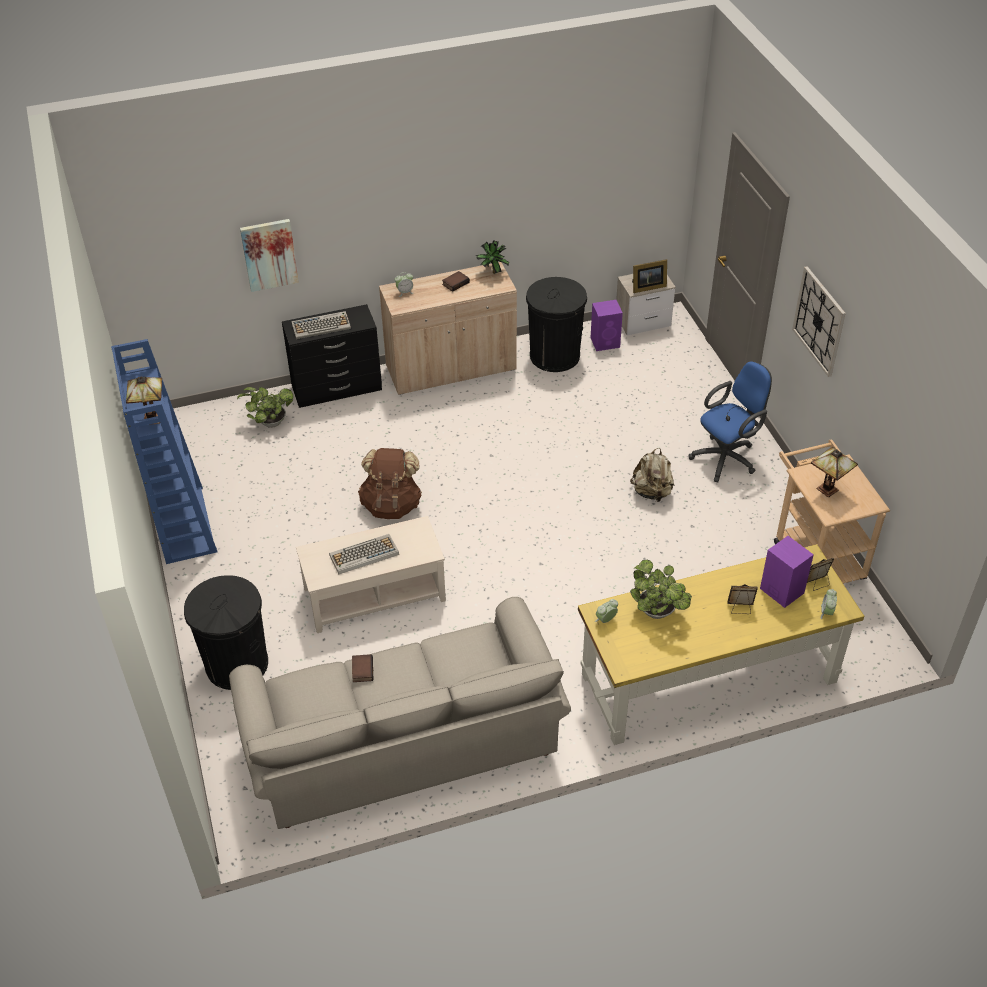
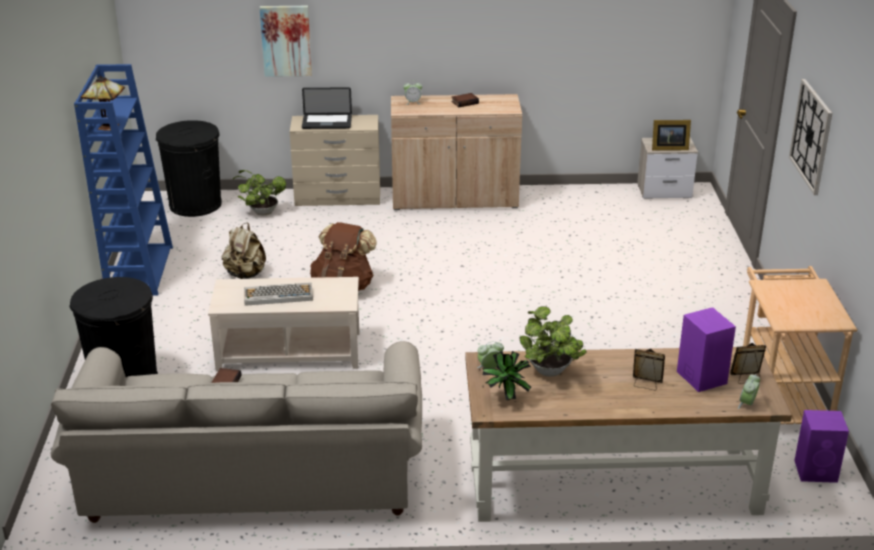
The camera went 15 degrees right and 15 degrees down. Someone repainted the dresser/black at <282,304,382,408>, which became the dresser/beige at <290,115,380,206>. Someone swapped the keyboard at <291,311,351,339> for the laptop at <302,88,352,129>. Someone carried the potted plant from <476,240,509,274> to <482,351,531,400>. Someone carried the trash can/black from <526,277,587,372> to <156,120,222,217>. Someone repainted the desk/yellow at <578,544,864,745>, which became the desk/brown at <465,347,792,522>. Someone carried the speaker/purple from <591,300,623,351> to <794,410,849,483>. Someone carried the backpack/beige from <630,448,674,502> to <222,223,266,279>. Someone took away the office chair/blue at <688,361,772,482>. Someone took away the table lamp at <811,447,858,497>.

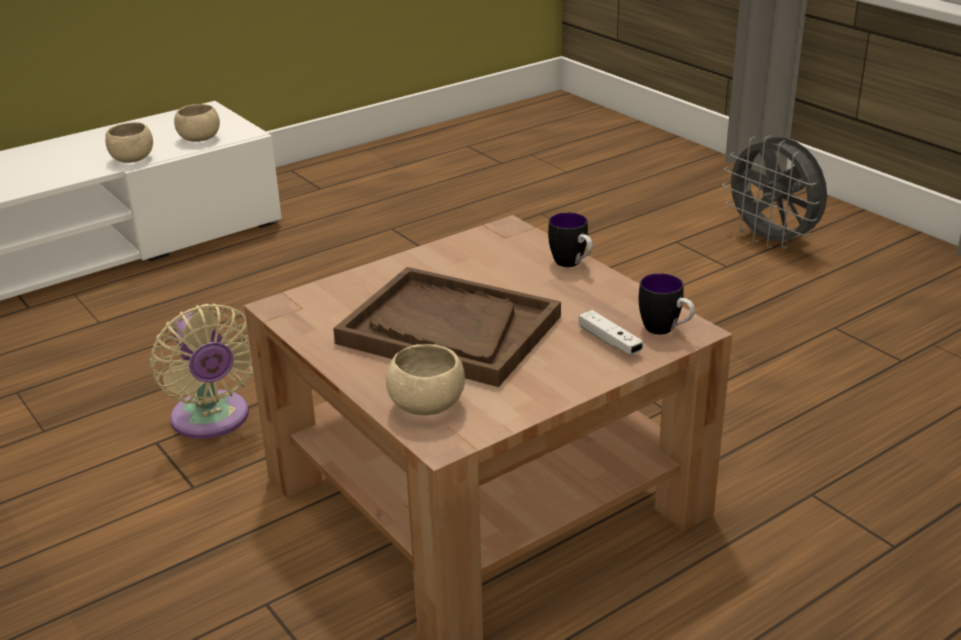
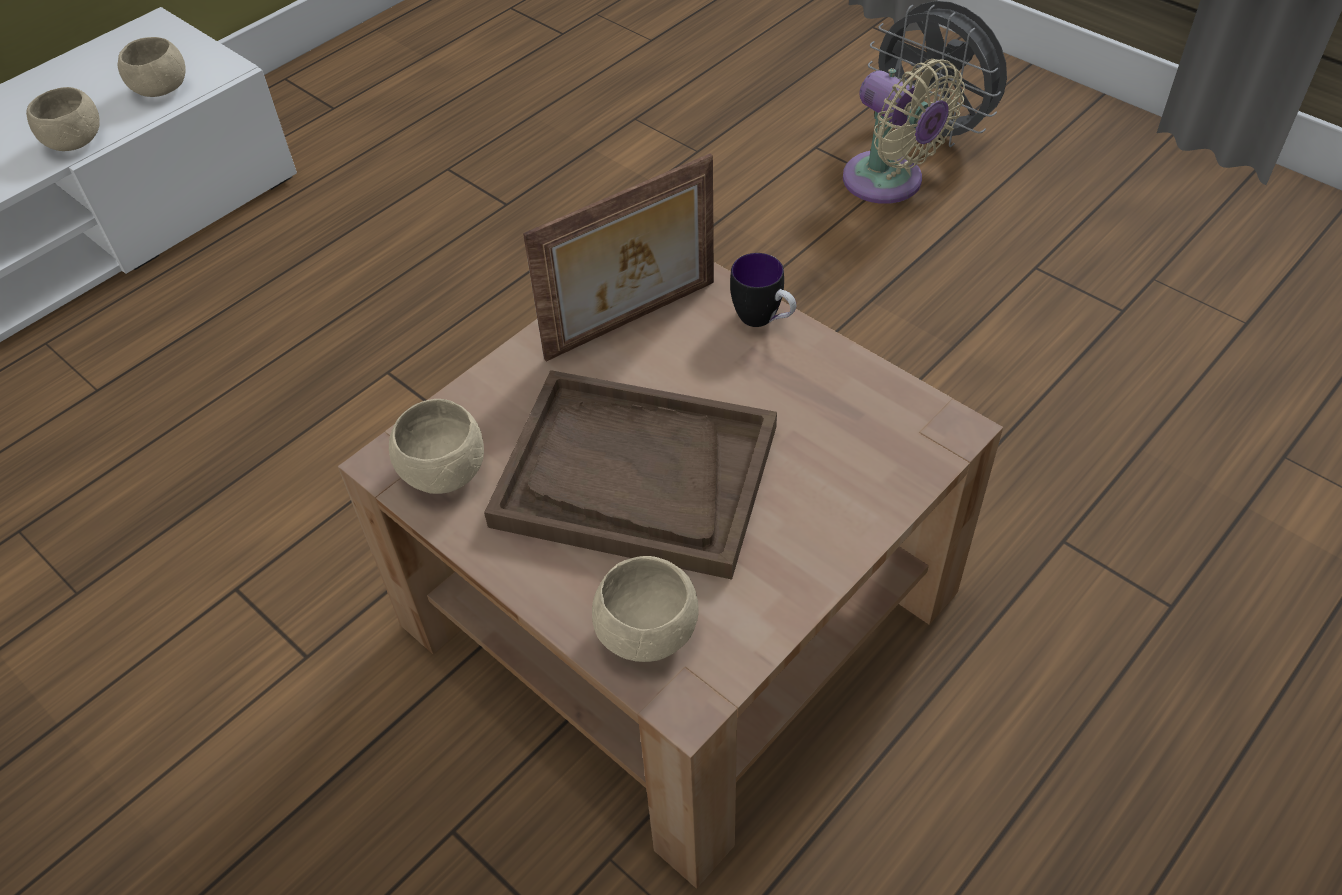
The camera went 10 degrees left and 20 degrees up. Someone carried the fan/beige from <150,303,254,439> to <843,59,965,204>. Someone took away the game controller/white at <579,310,643,355>. Someone took away the mug at <639,273,695,335>. Someone put down the bowl/beige at <389,399,484,494>. Someone put down the picture frame at <523,153,714,361>.

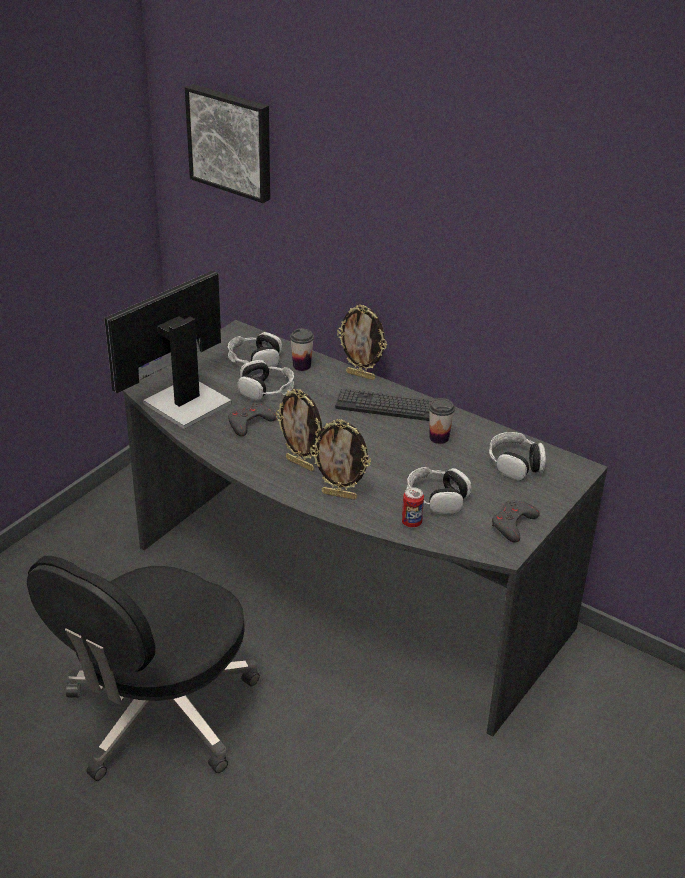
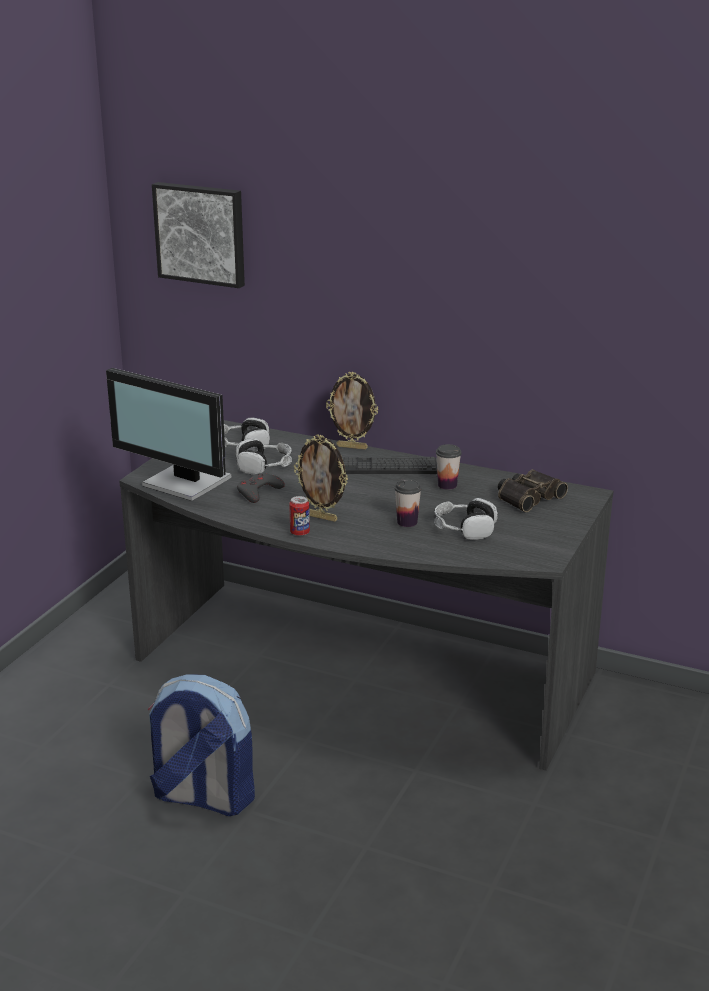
The camera went 10 degrees left and 10 degrees down. Someone swapped the office chair/black at <27,556,260,781> for the backpack at <148,674,255,816>. Someone rotated the monitor at <104,271,232,429> by 90 degrees counterclockwise. Someone carried the cup from <290,329,314,371> to <394,479,422,527>. Someone took away the picture frame at <310,419,371,500>. Someone carried the can from <402,487,424,528> to <289,496,310,536>. Someone swapped the headphones at <489,432,546,481> for the binoculars at <498,469,568,512>. Someone took away the game controller/grey at <492,500,540,543>.

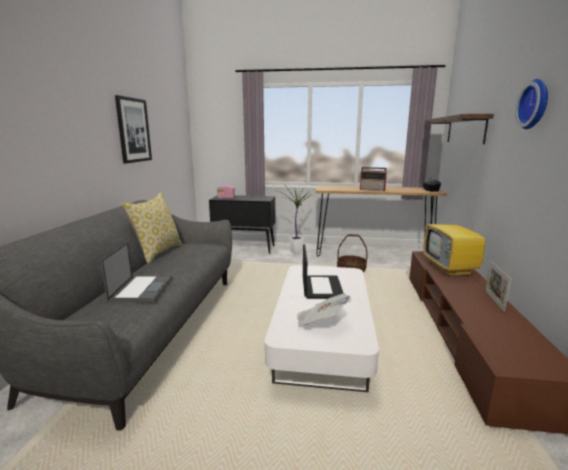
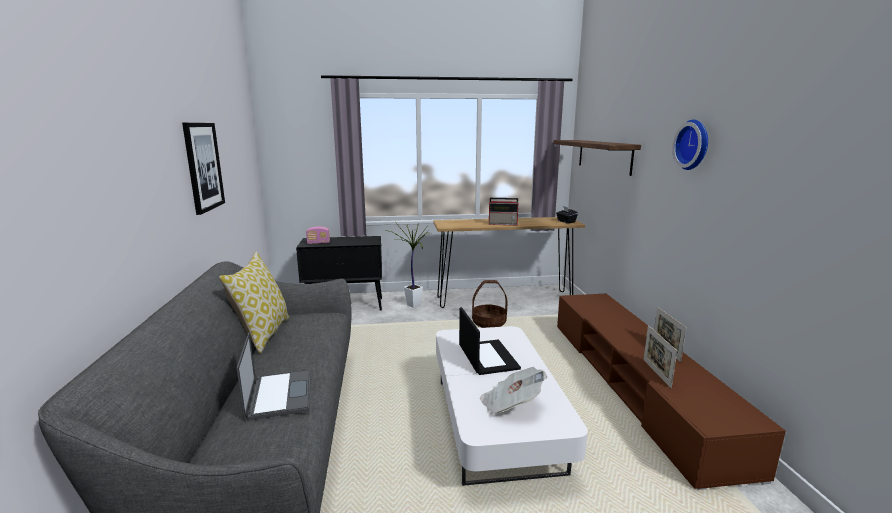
The camera went 15 degrees left and 0 degrees up. Someone took away the television at <423,209,486,276>. Someone put down the picture frame at <643,325,677,388>.

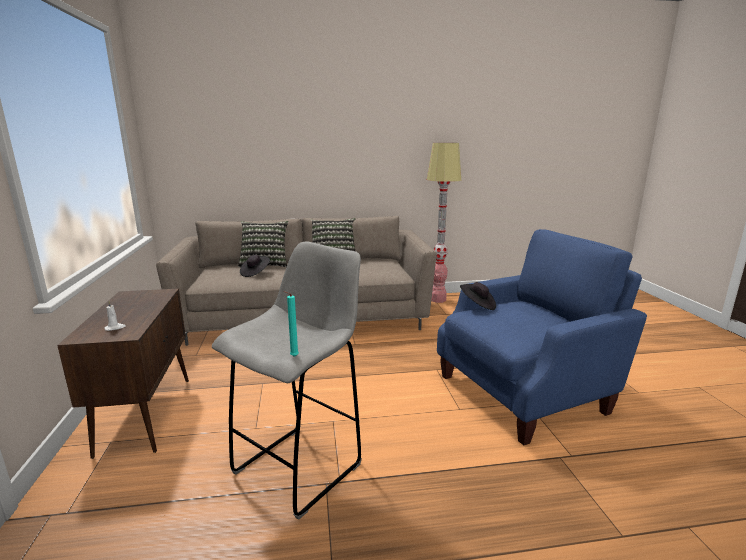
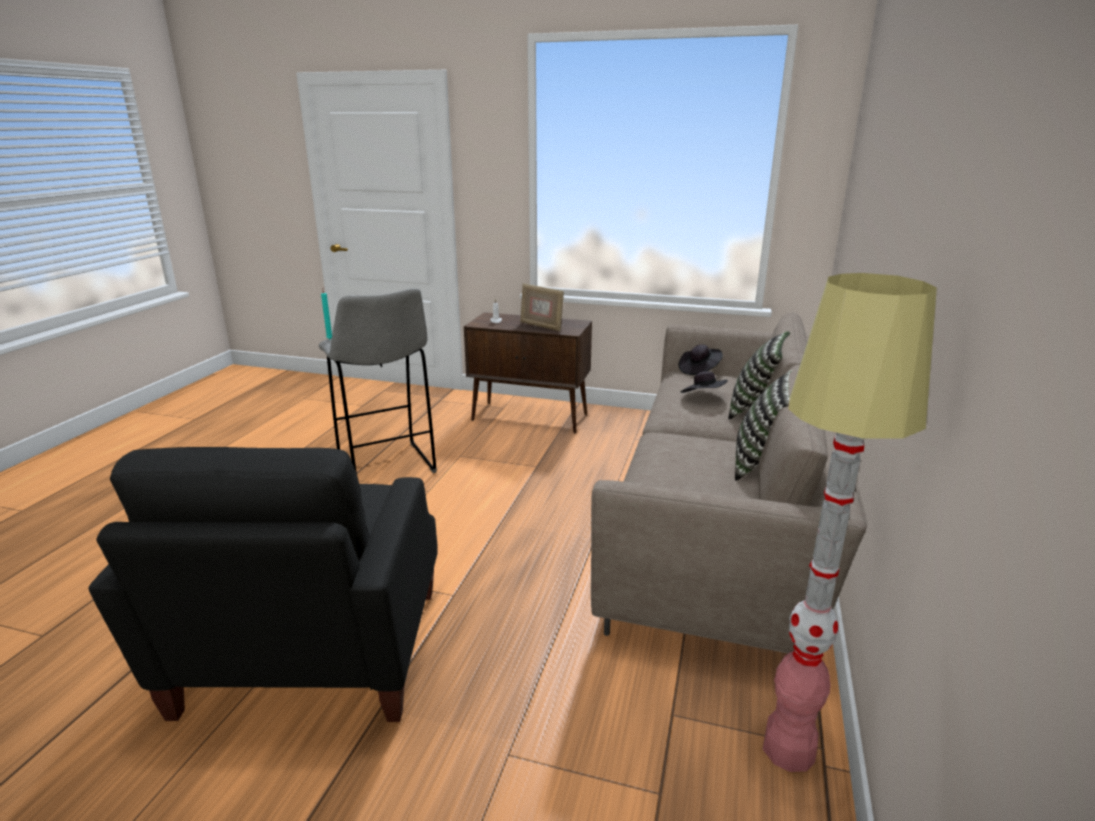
The camera went 115 degrees right and 5 degrees up. Someone repainted the armchair/blue at <437,229,647,446>, which became the armchair/black at <89,447,438,722>. Someone carried the hat/black from <460,282,496,310> to <678,344,723,375>. Someone put down the picture frame at <520,283,564,331>.

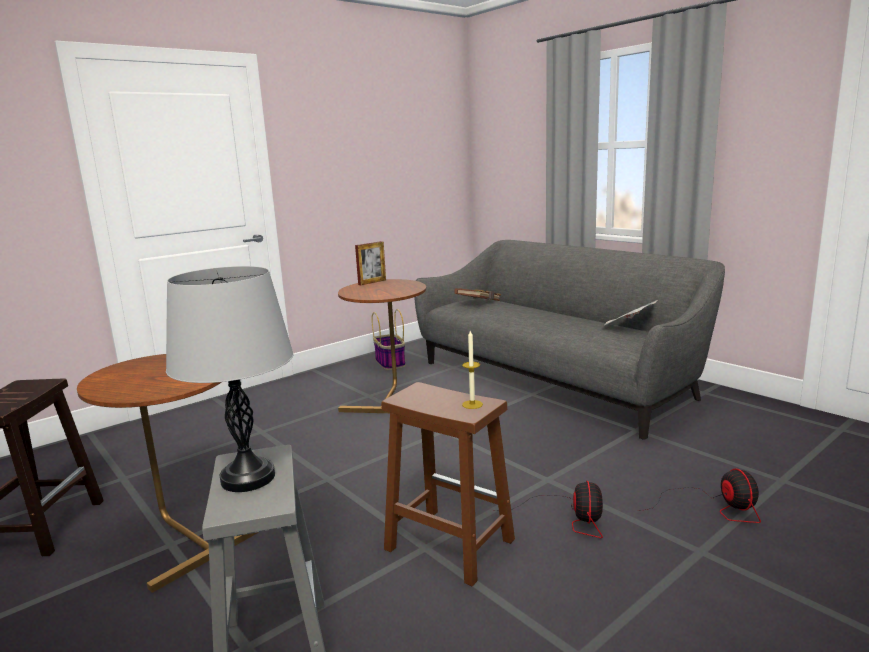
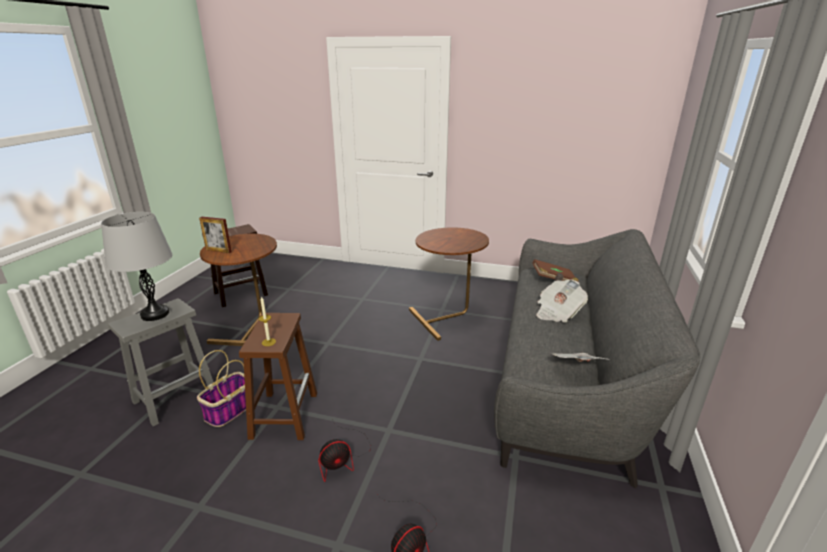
The camera went 55 degrees right and 10 degrees up. Someone carried the picture frame from <355,241,386,285> to <199,217,232,253>. Someone carried the basket from <372,309,405,370> to <197,350,246,427>. Someone put down the newspaper at <536,280,588,323>.

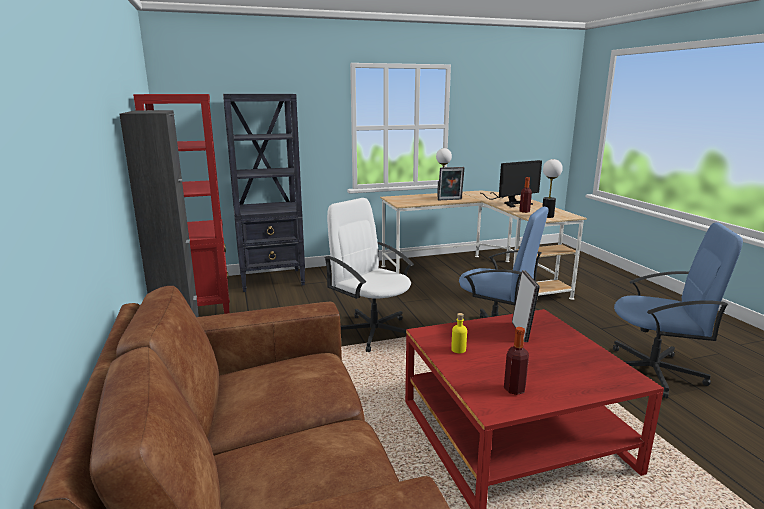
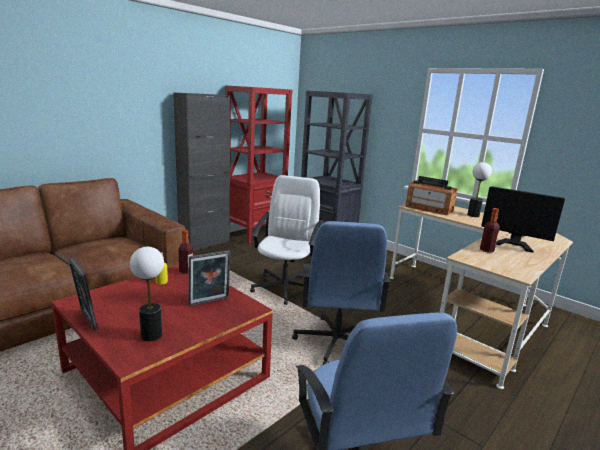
The camera went 60 degrees right and 0 degrees up. Someone carried the picture frame from <438,167,465,200> to <69,258,98,330>. Someone carried the bottle from <504,327,529,395> to <178,230,193,274>. Someone carried the table lamp from <542,159,563,218> to <130,247,164,341>. Someone put down the radio at <405,176,457,215>.

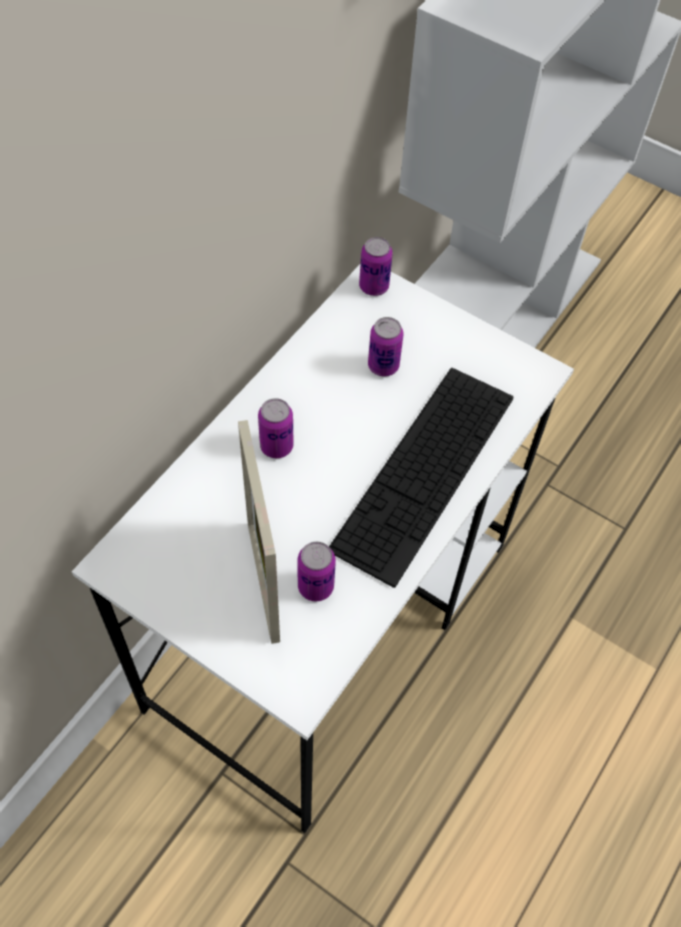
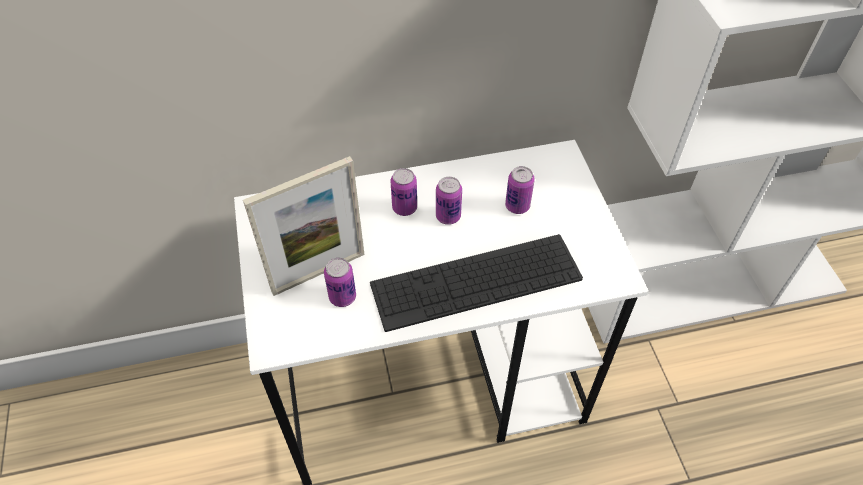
The camera went 45 degrees right and 5 degrees down. Someone rotated the picture frame at <238,420,280,644> by 150 degrees counterclockwise. Someone carried the can from <359,237,393,296> to <436,177,462,225>.

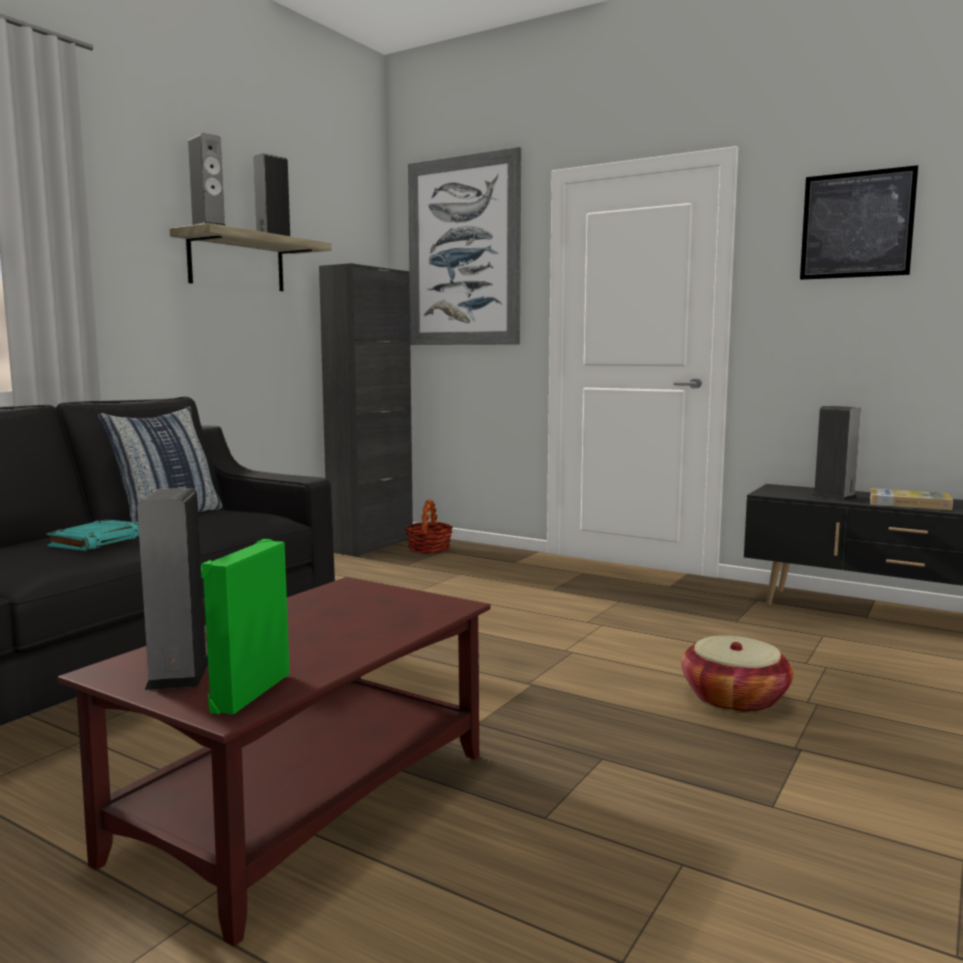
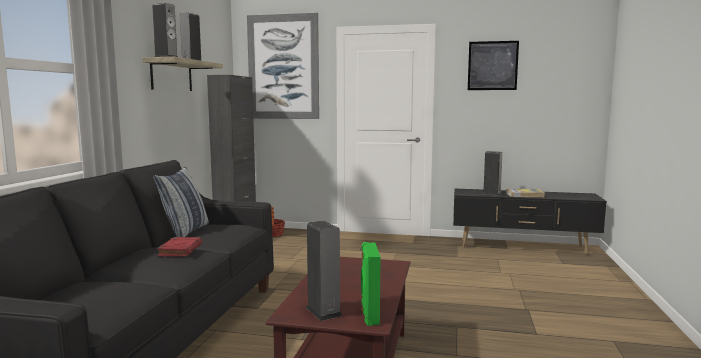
The camera went 20 degrees left and 0 degrees up. Someone repainted the book/turquoise at <47,519,139,551>, which became the book/red at <157,237,202,256>. Someone took away the basket at <681,635,793,713>.

